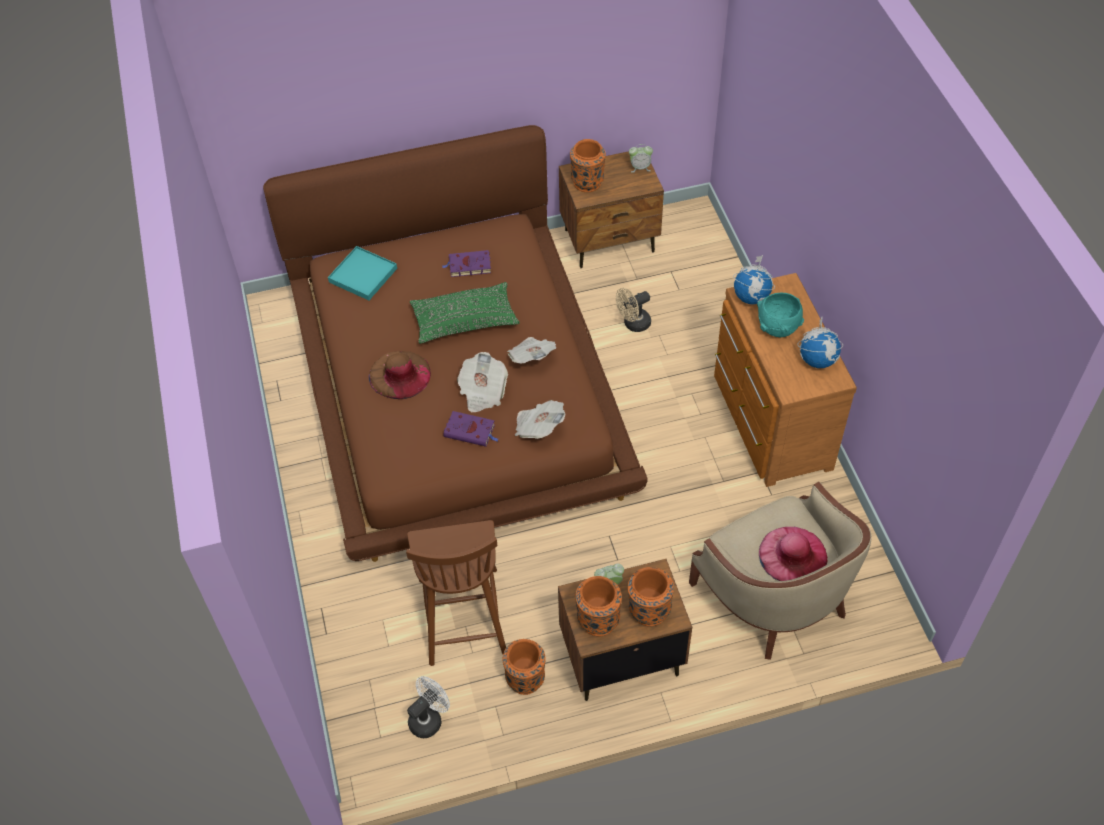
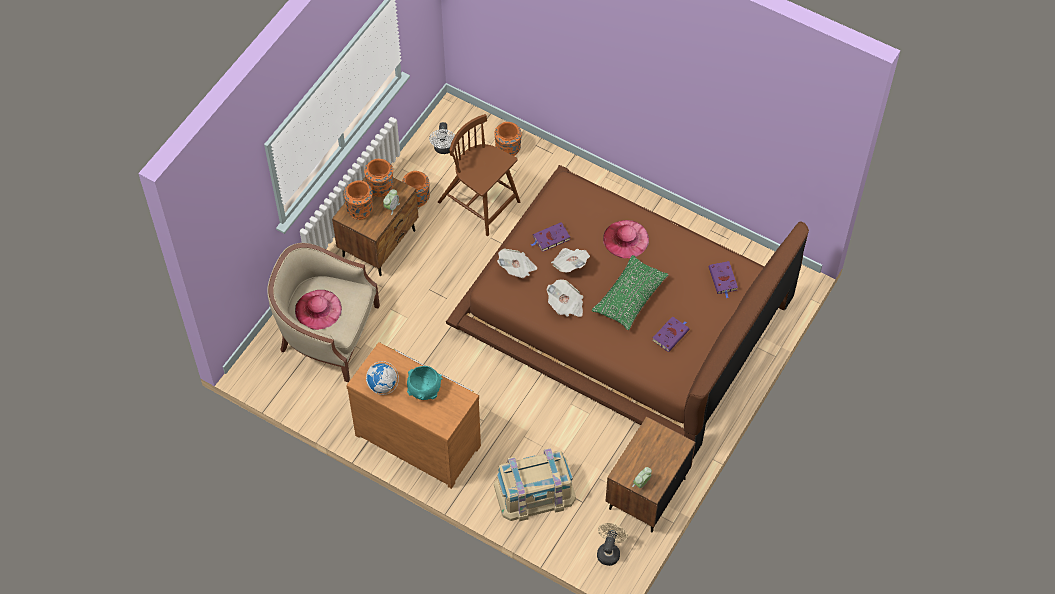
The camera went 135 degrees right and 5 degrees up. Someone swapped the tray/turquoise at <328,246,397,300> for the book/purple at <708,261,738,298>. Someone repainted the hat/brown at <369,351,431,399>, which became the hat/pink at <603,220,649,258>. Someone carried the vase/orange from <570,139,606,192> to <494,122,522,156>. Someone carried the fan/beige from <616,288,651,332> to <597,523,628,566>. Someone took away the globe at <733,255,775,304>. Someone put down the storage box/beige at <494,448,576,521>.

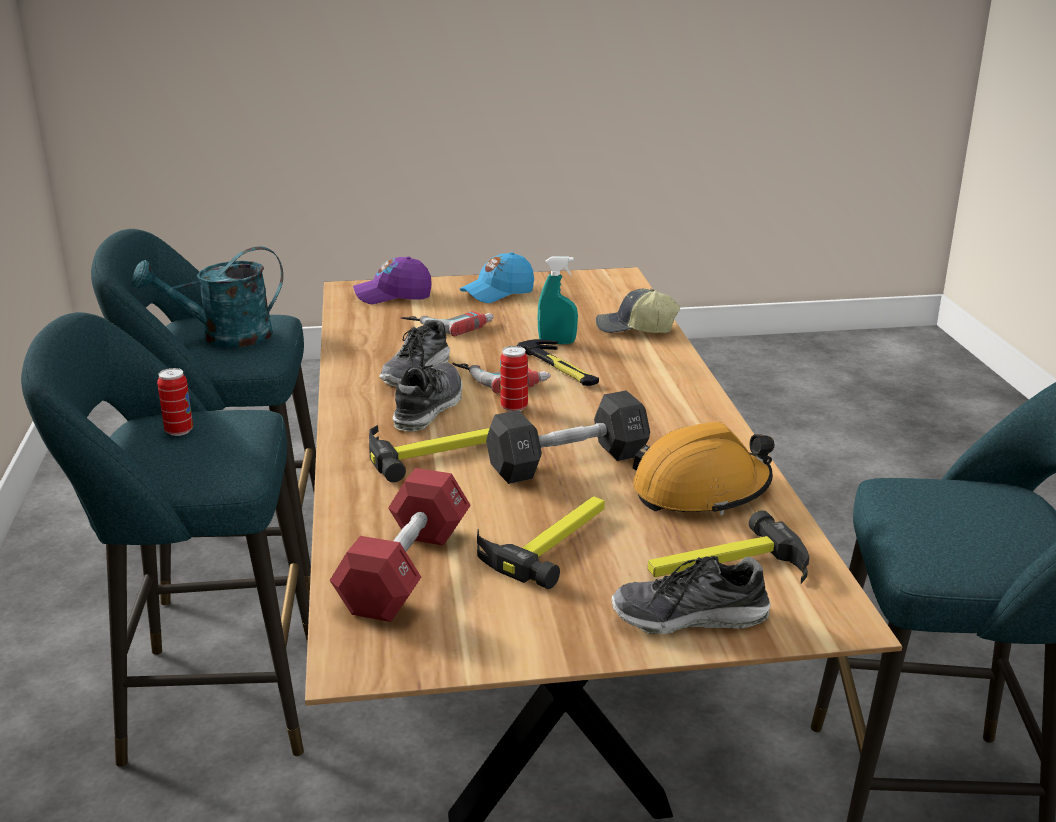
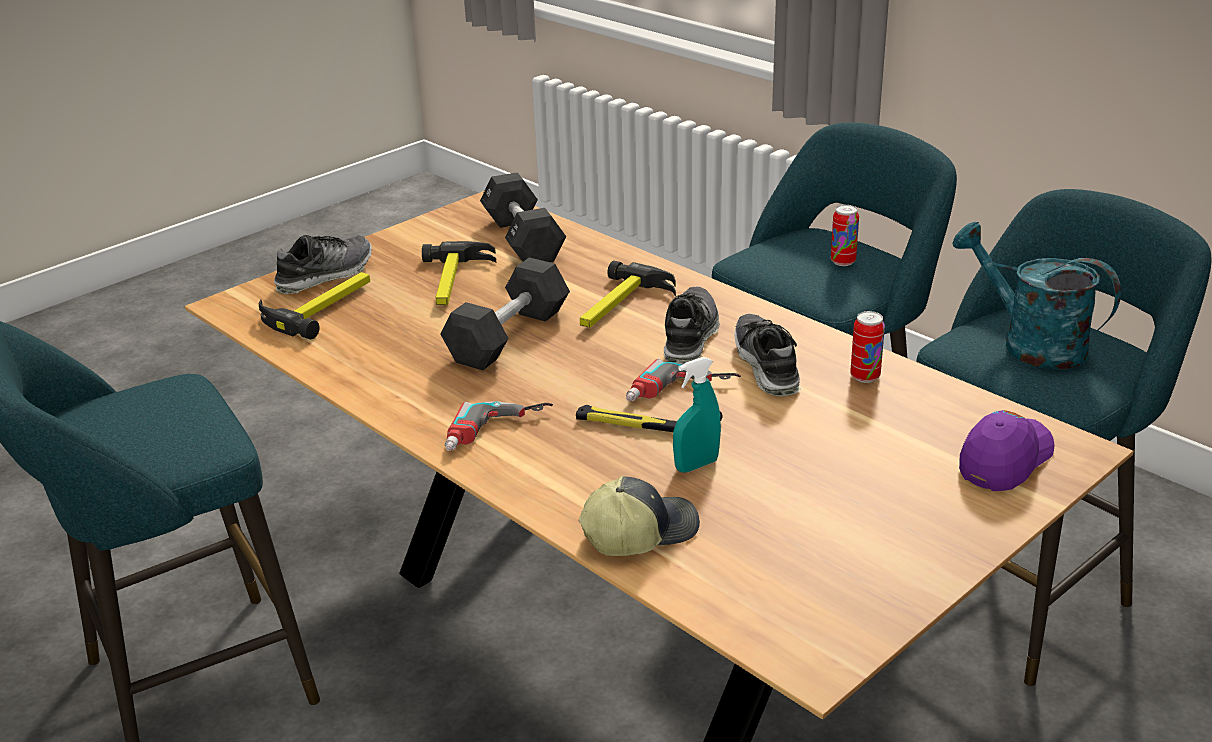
The camera went 145 degrees right and 5 degrees up. Someone rotated the watering can/turquoise at <132,246,283,348> by 75 degrees counterclockwise. Someone repainted the dumbbell/red at <330,468,471,622>, which became the dumbbell/black at <480,172,566,262>. Someone rotated the shoe at <393,363,463,431> by 150 degrees counterclockwise. Someone carried the power drill from <400,311,494,337> to <445,401,553,451>. Someone took away the cap/blue at <460,252,534,303>. Someone carried the can from <500,346,528,412> to <850,311,885,383>. Someone took away the hard hat/orange at <632,422,774,515>.

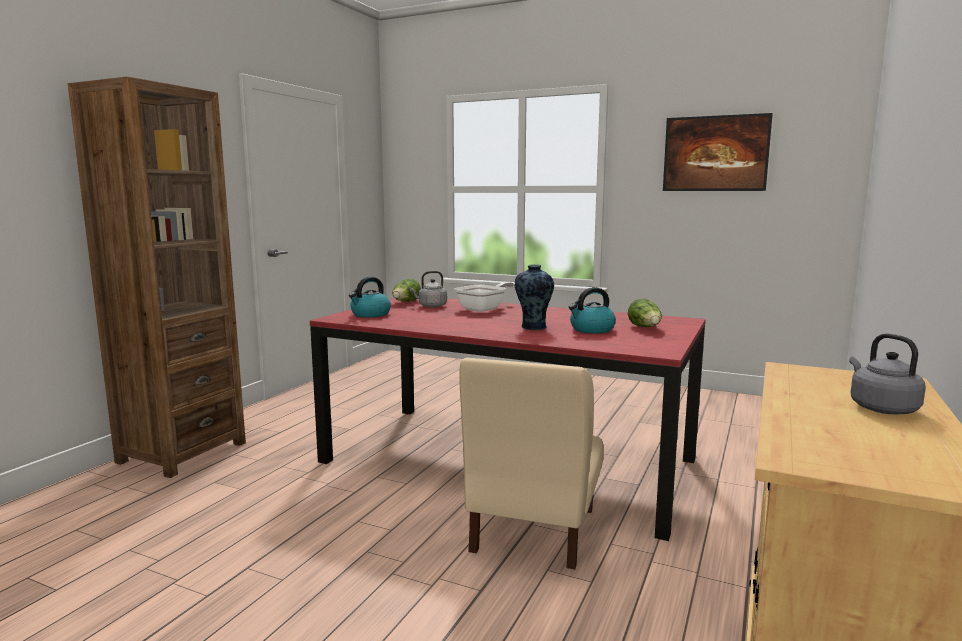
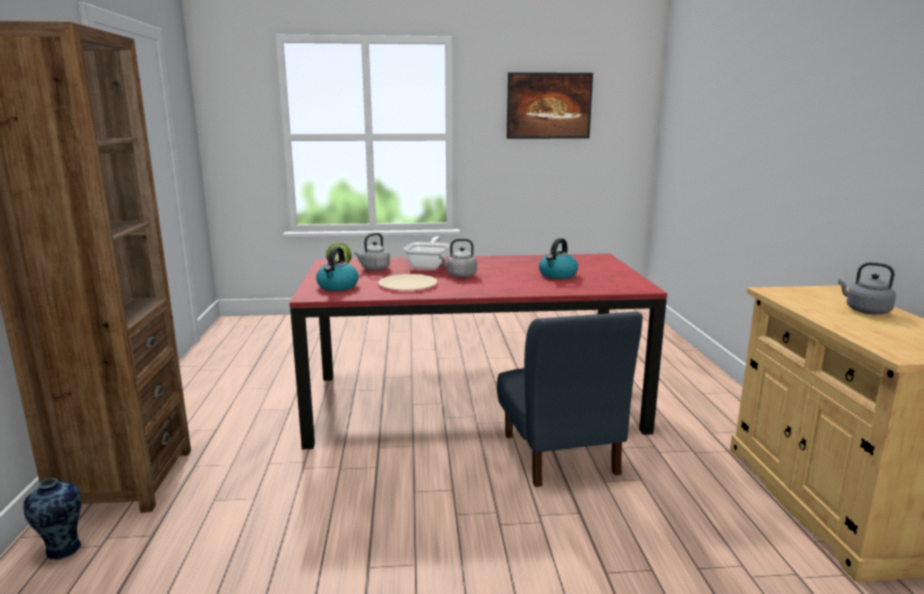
The camera went 30 degrees left and 5 degrees up. Someone repainted the chair/beige at <459,358,603,569>, which became the chair/blue at <497,311,643,487>. Someone carried the vase from <515,264,554,330> to <24,478,82,560>. Someone took away the lettuce at <628,298,662,327>. Someone put down the plate/beige at <378,274,437,290>. Someone put down the kettle/grey at <439,239,477,277>.

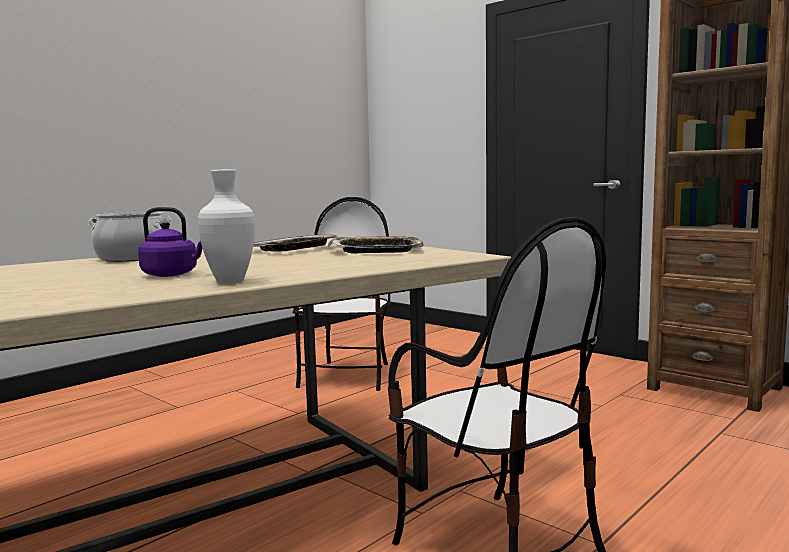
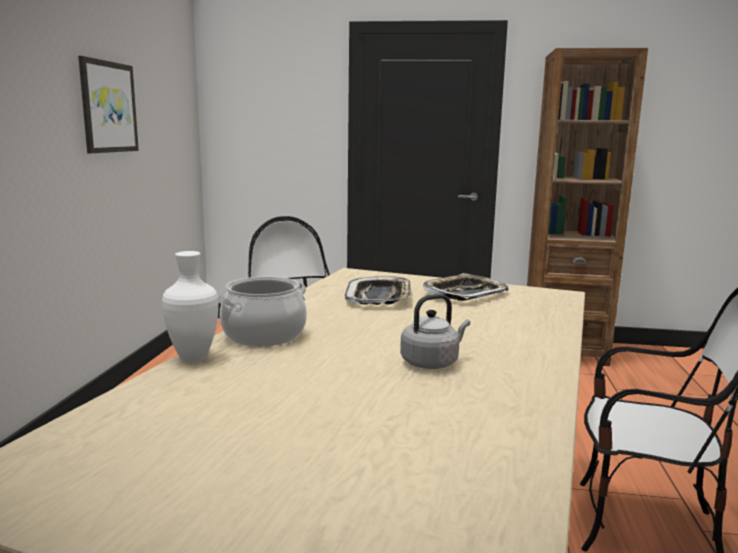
The camera went 35 degrees left and 5 degrees up. Someone repainted the kettle/purple at <138,207,202,277>, which became the kettle/grey at <400,294,470,369>. Someone carried the vase/white from <198,169,255,284> to <162,251,219,363>. Someone put up the picture at <78,56,139,153>.

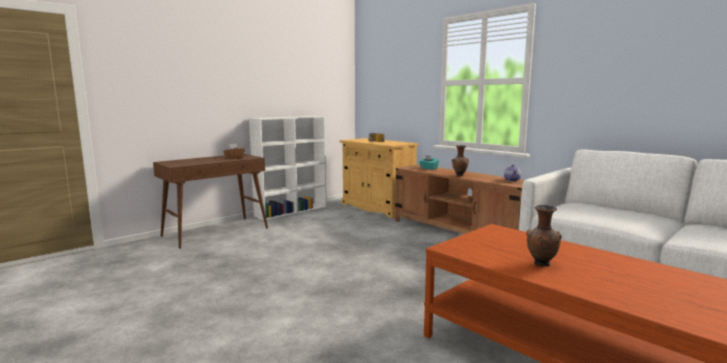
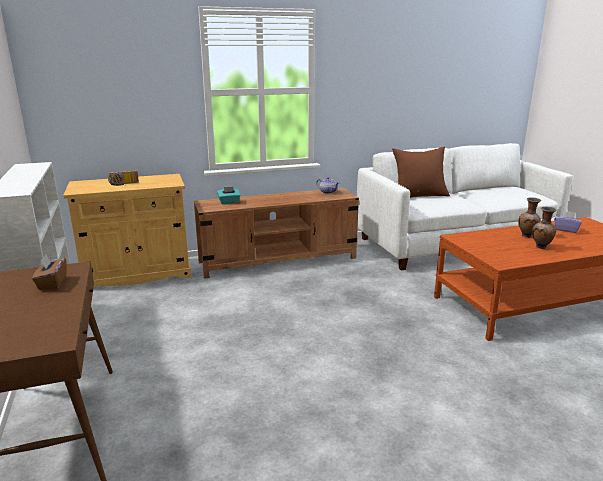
The camera went 65 degrees left and 10 degrees up. Someone carried the vase/brown from <452,145,469,176> to <518,197,541,238>. Someone put down the pillow/brown at <392,146,450,198>. Someone put down the tissue box/purple at <554,211,582,233>.

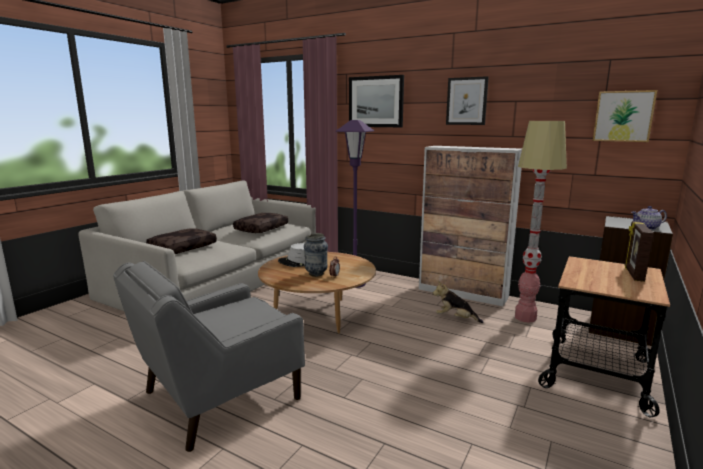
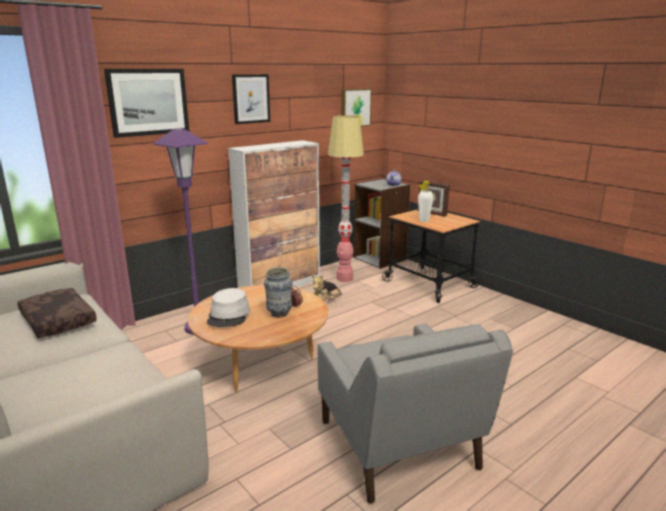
The camera went 70 degrees left and 5 degrees up. Someone took away the pillow/brown at <146,228,217,254>. Someone put down the vase/white at <418,190,433,222>.

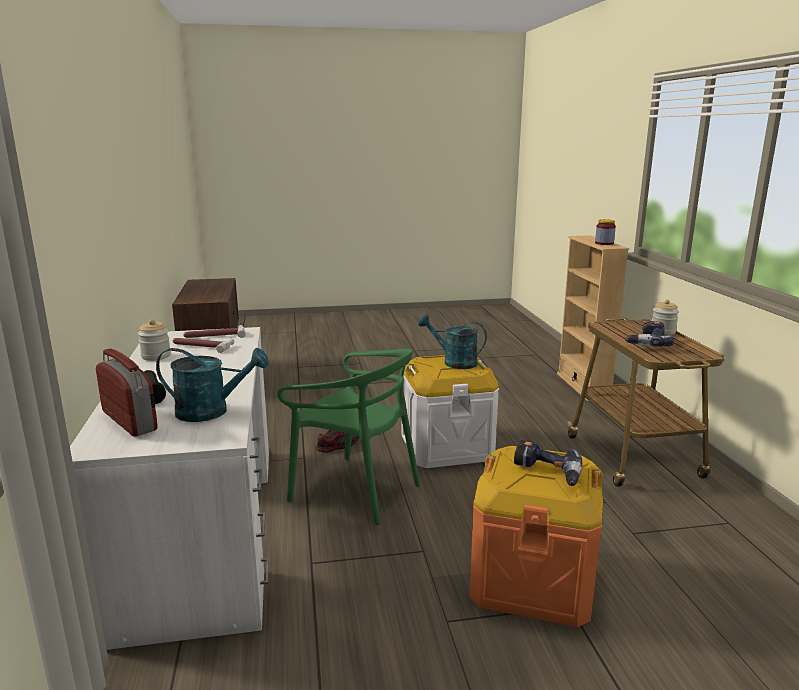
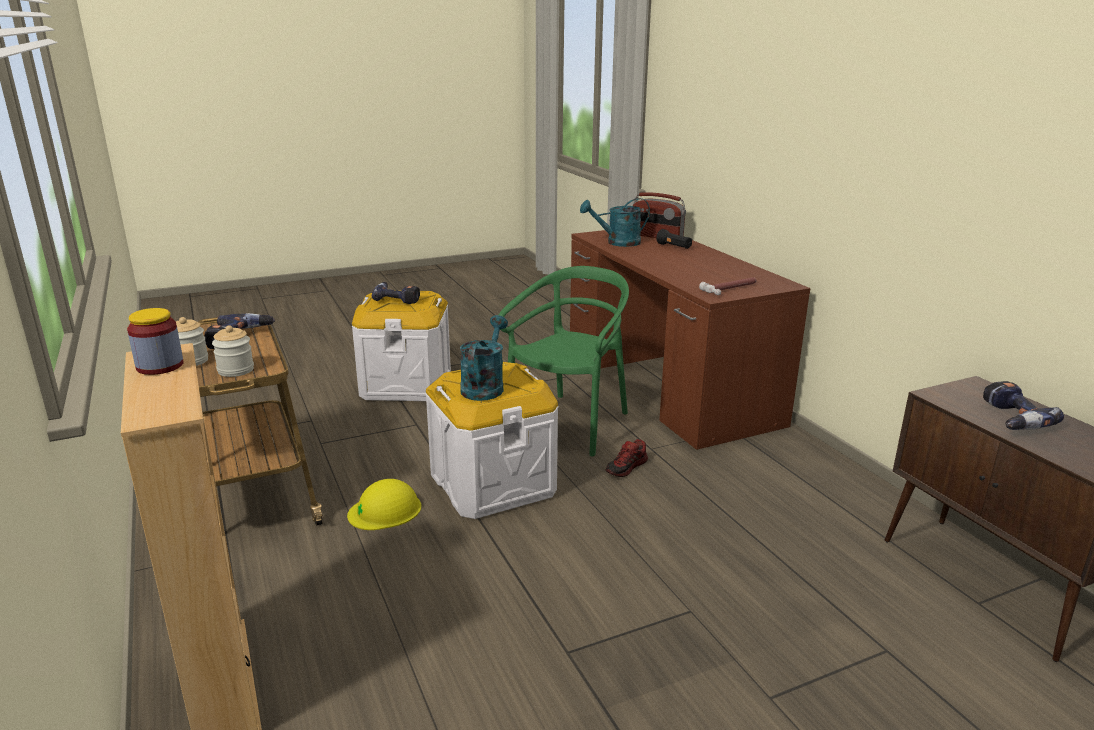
The camera went 165 degrees right and 5 degrees up. Someone repainted the desk/white at <70,327,269,650>, which became the desk/brown at <570,230,811,450>. Someone carried the jar from <138,319,171,361> to <212,325,254,377>. Someone took away the hammer at <173,338,234,353>. Someone rotated the chair/green at <277,349,420,525> by 105 degrees clockwise. Someone rotated the watering can/turquoise at <418,315,487,369> by 90 degrees counterclockwise. Someone repainted the storage box/orange at <470,446,603,627>, which became the storage box/white at <352,290,451,401>. Someone put down the hard hat/yellow at <347,479,421,530>. Someone put down the power drill at <983,381,1064,430>.

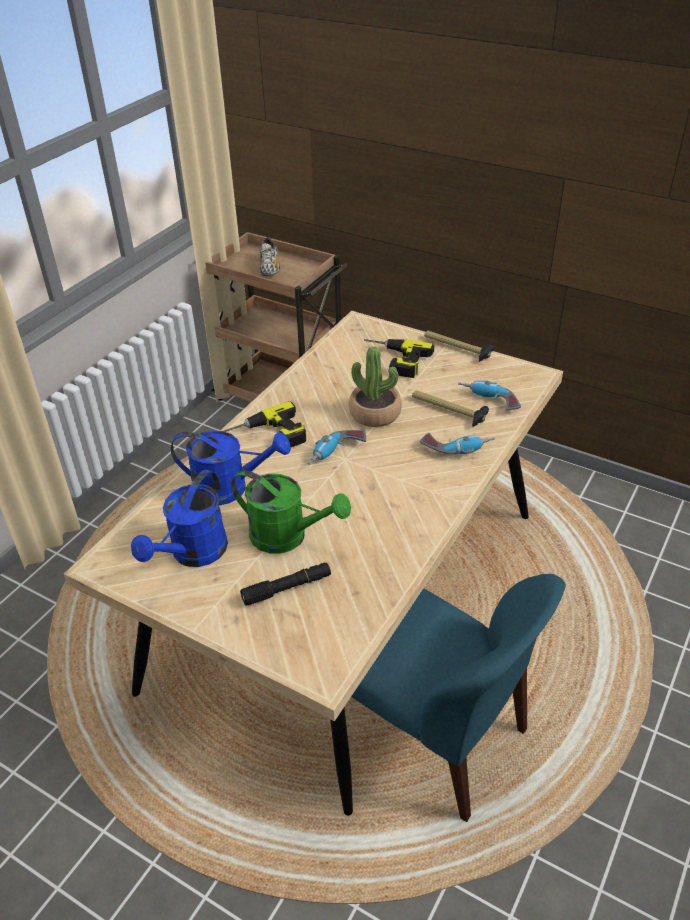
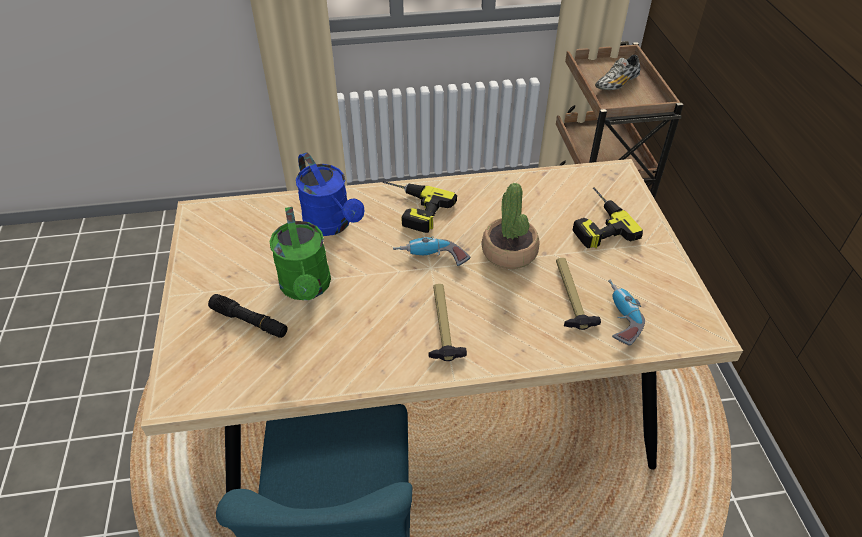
The camera went 50 degrees right and 5 degrees up. Someone took away the watering can/blue at <131,470,228,567>. Someone took away the power drill at <420,433,495,454>. Someone carried the hammer from <424,331,494,362> to <429,284,467,361>.

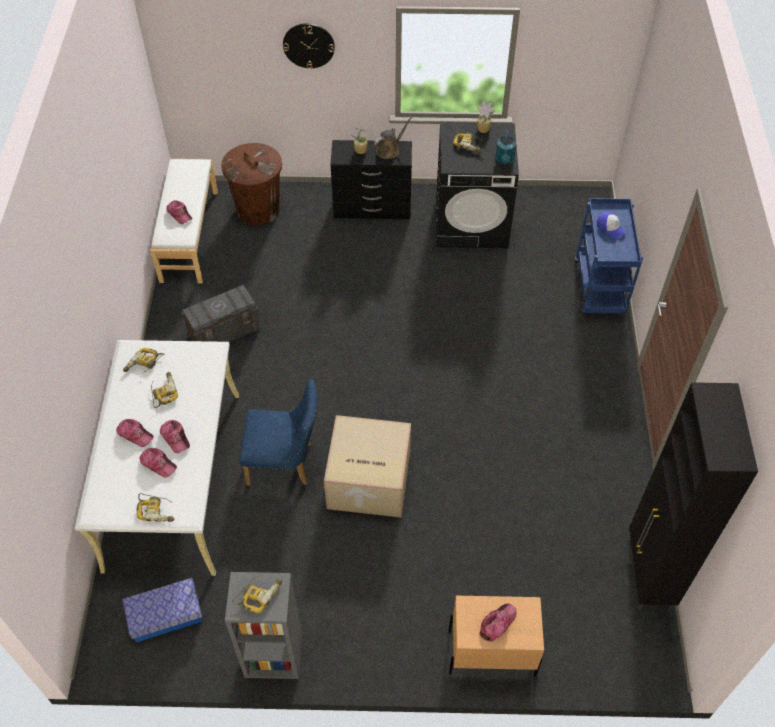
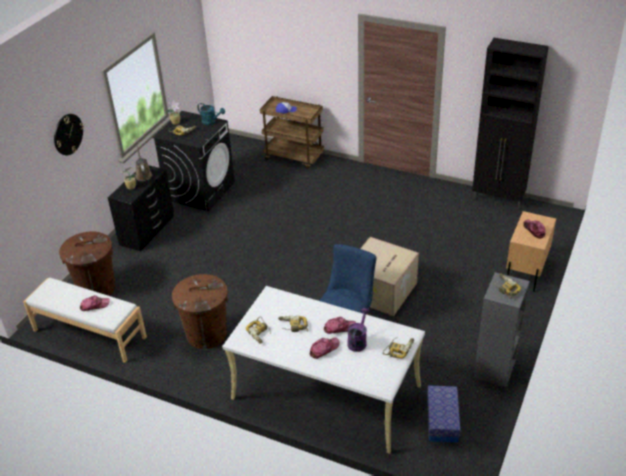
The camera went 65 degrees left and 15 degrees down. Someone swapped the cap at <139,448,177,478> for the watering can/purple at <347,308,370,352>. Someone swapped the storage box/grey at <181,285,260,342> for the trash can/brown at <172,274,228,349>. Someone repainted the cart/blue at <575,198,643,314>, which became the cart/brown at <260,96,324,169>.

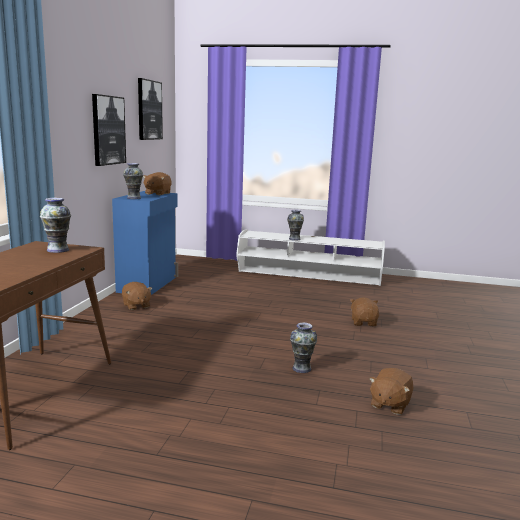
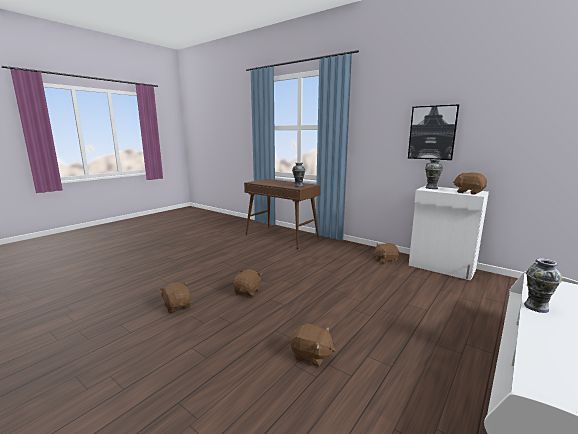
The camera went 115 degrees right and 0 degrees up. Someone repainted the cabinet/blue at <112,191,178,295>, which became the cabinet/white at <409,186,489,280>. Someone took away the picture at <138,78,163,140>. Someone swapped the vase at <290,323,317,373> for the plush toy/brown at <233,270,262,296>.

